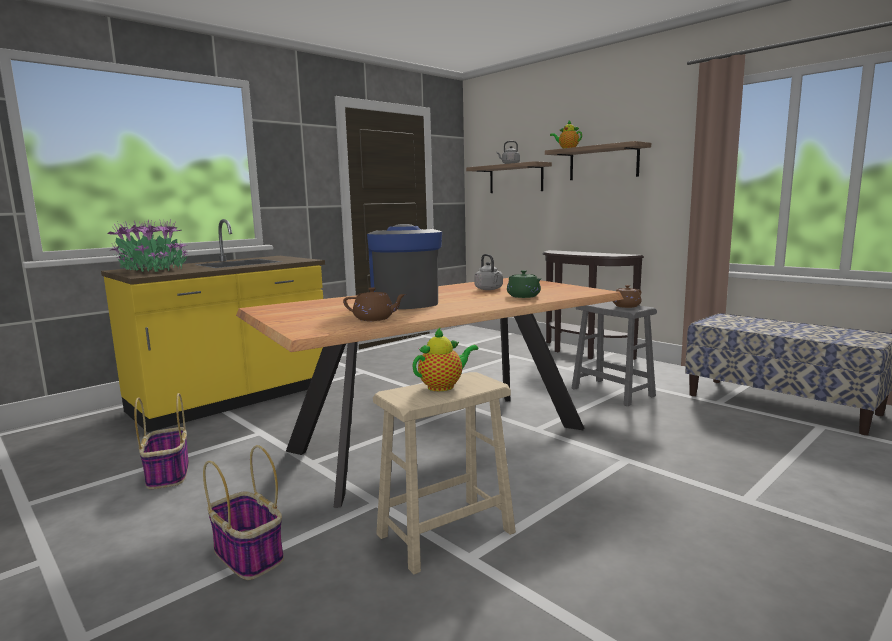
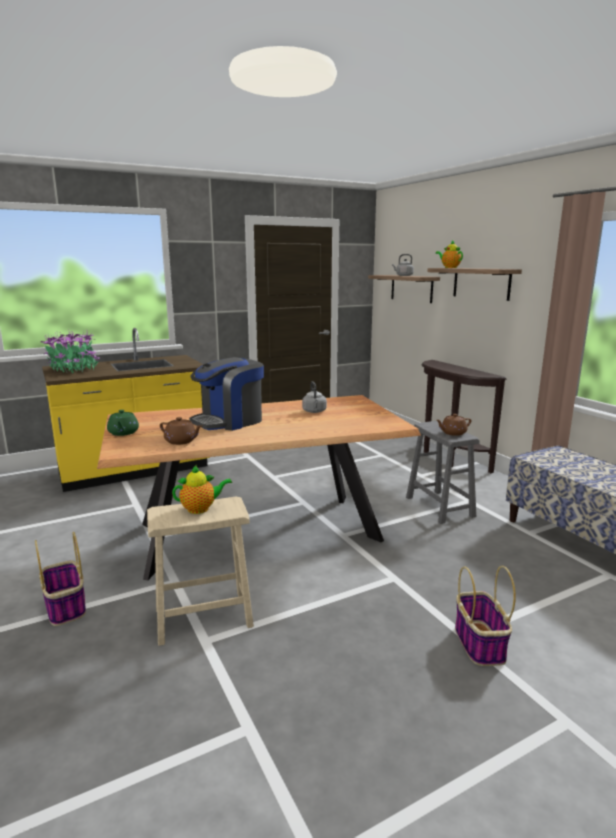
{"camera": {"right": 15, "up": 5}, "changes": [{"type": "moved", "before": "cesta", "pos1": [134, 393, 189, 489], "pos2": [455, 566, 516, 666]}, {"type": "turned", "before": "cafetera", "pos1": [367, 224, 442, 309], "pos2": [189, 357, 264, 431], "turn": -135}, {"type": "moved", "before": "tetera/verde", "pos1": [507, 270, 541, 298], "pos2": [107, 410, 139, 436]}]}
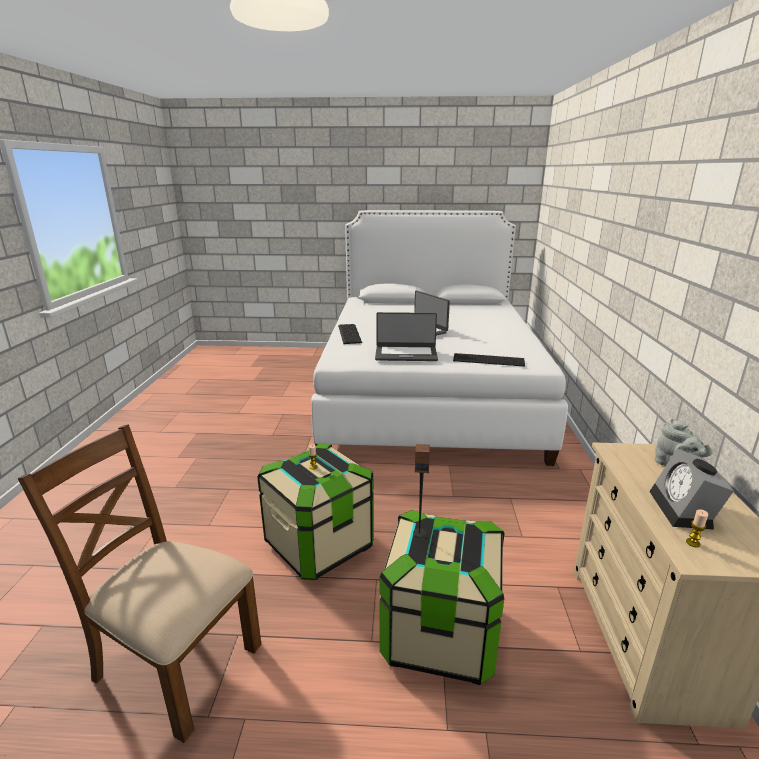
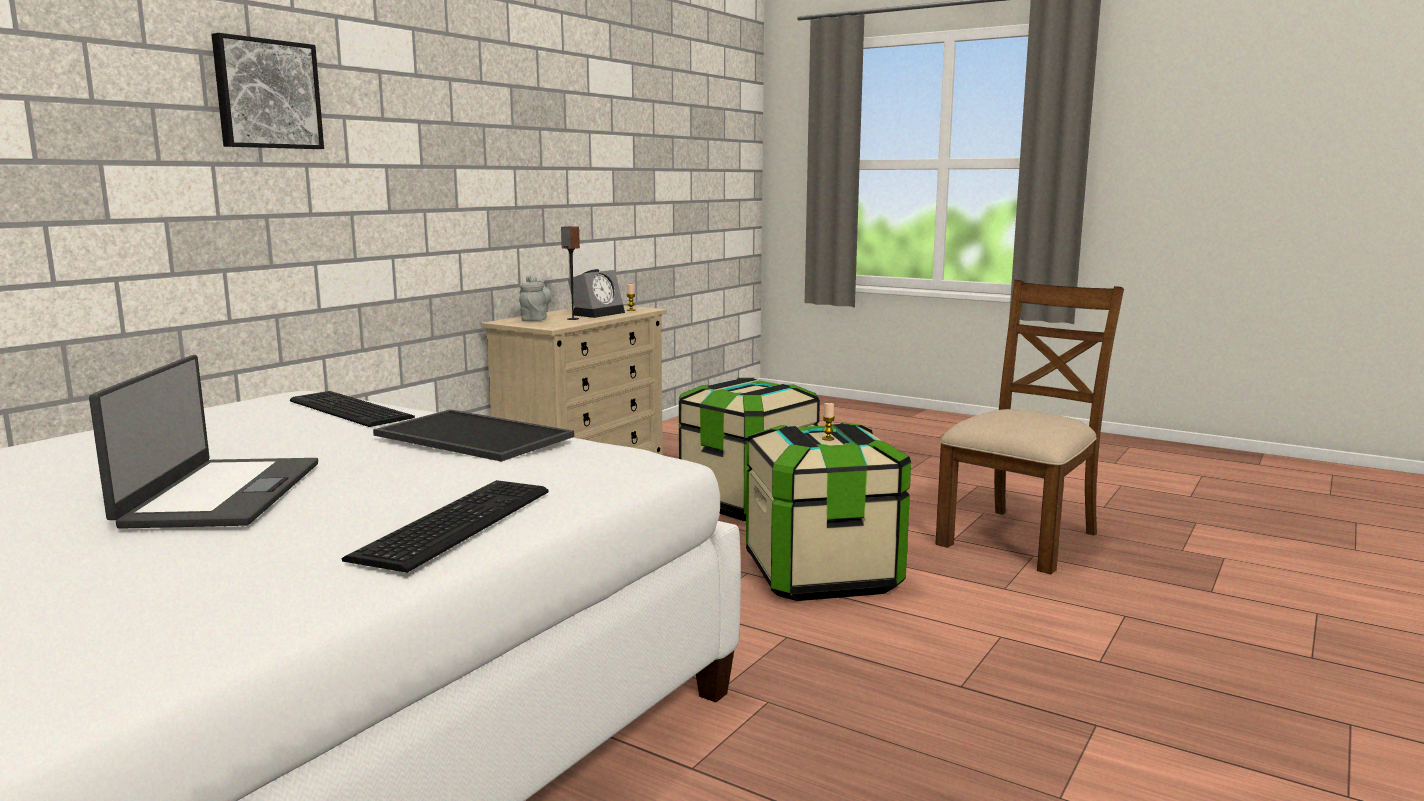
{"camera": {"right": -150, "up": -10}, "changes": [{"type": "turned", "before": "silla/marrón", "pos1": [18, 424, 261, 743], "pos2": [935, 280, 1124, 575], "turn": -105}, {"type": "replaced", "before": "portátil", "after": "bandeja", "pos1": [375, 312, 438, 361], "pos2": [373, 409, 574, 462]}, {"type": "moved", "before": "altavoz", "pos1": [413, 444, 430, 538], "pos2": [561, 226, 580, 320]}, {"type": "added", "after": "cuadro", "pos2": [211, 33, 324, 149]}]}
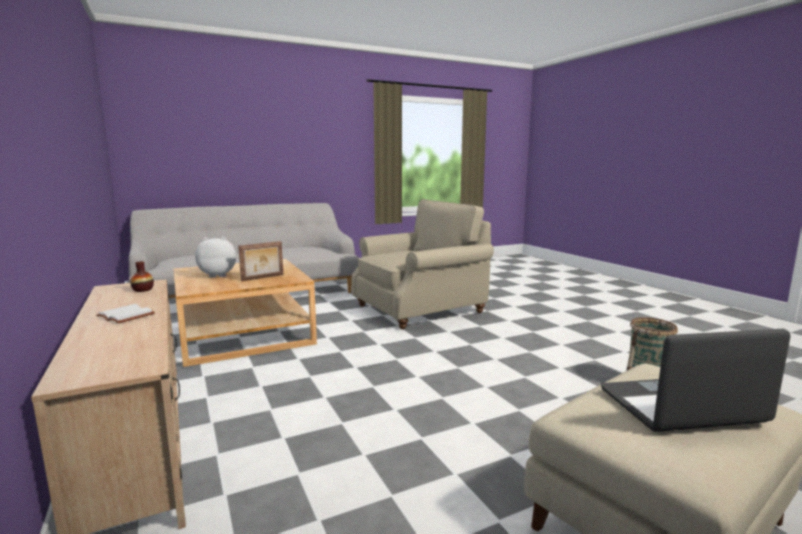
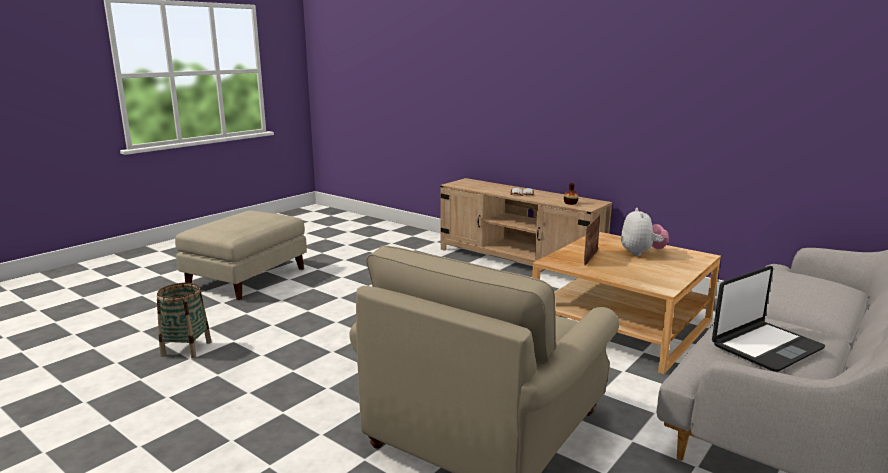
{"camera": {"right": 155, "up": 5}, "changes": [{"type": "turned", "before": "peluche", "pos1": [195, 236, 236, 278], "pos2": [621, 208, 669, 256], "turn": -45}, {"type": "moved", "before": "portátil", "pos1": [601, 329, 791, 432], "pos2": [712, 266, 825, 372]}]}
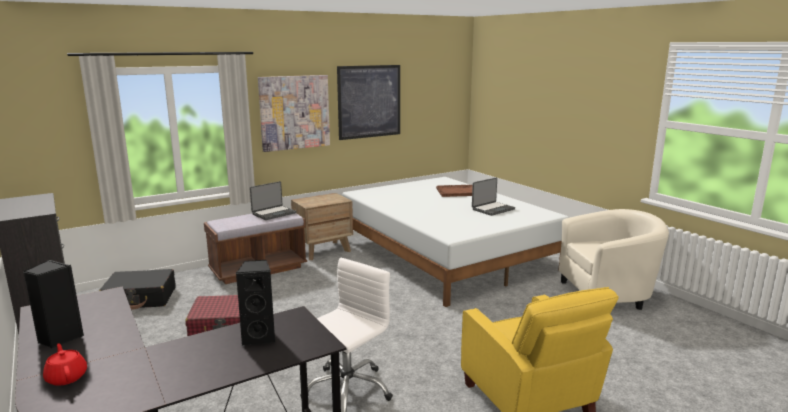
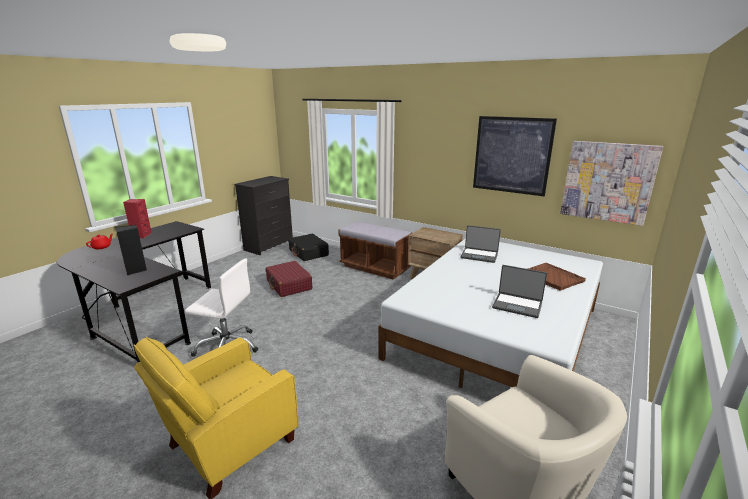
{"camera": {"right": 65, "up": 5}, "changes": [{"type": "recoloured", "before": "altavoz/negro", "after": "altavoz/rojo", "pos1": [23, 260, 84, 348], "pos2": [123, 199, 152, 238]}, {"type": "moved", "before": "portátil", "pos1": [250, 181, 296, 220], "pos2": [461, 225, 501, 263]}, {"type": "moved", "before": "cuadro", "pos1": [258, 75, 330, 152], "pos2": [560, 141, 663, 226]}]}
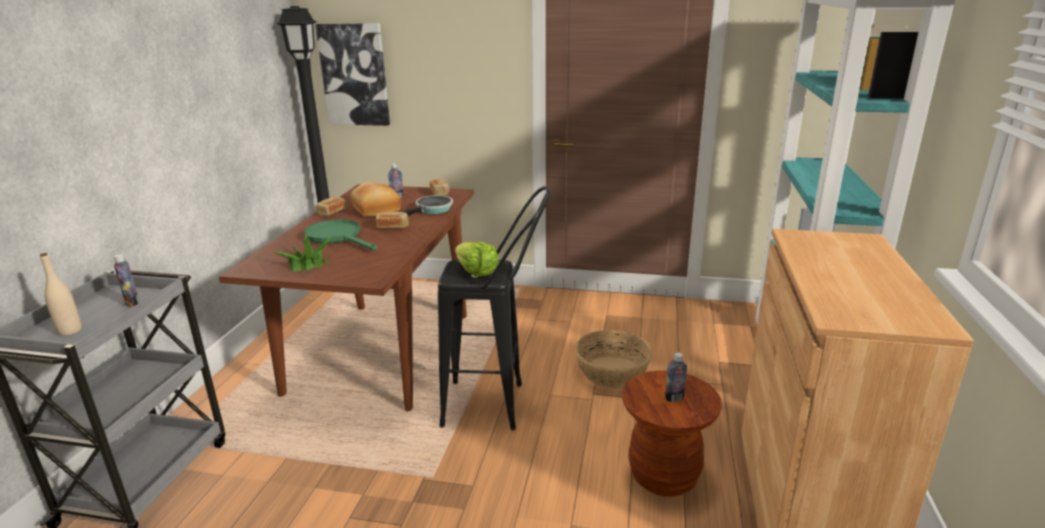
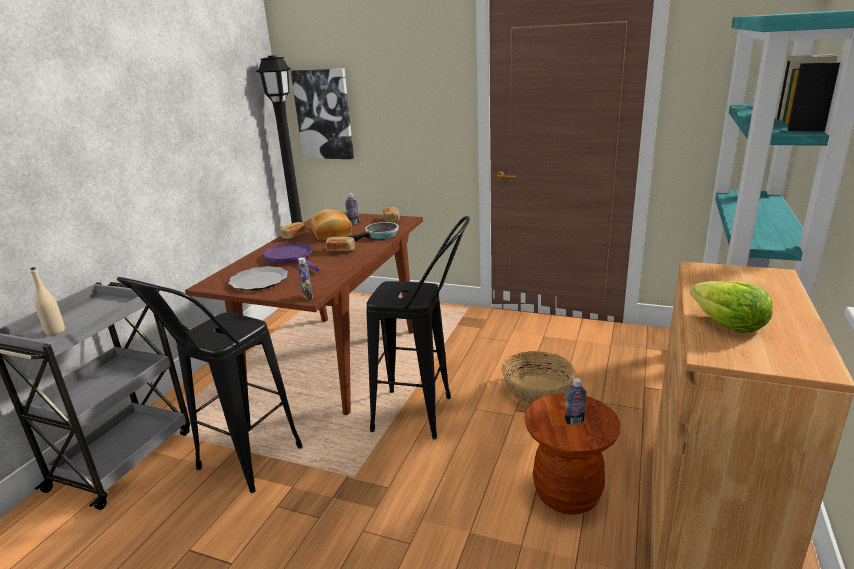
{"camera": {"right": 10, "up": 0}, "changes": [{"type": "moved", "before": "botella", "pos1": [114, 254, 139, 307], "pos2": [297, 257, 313, 301]}, {"type": "replaced", "before": "planta en maceta", "after": "plato", "pos1": [271, 232, 336, 272], "pos2": [228, 266, 288, 291]}, {"type": "recoloured", "before": "sartén/verde", "after": "sartén/morado", "pos1": [304, 220, 377, 251], "pos2": [264, 243, 320, 271]}, {"type": "moved", "before": "lechuga", "pos1": [455, 242, 499, 277], "pos2": [690, 281, 773, 333]}, {"type": "added", "after": "taburete/negro", "pos2": [117, 277, 303, 493]}]}
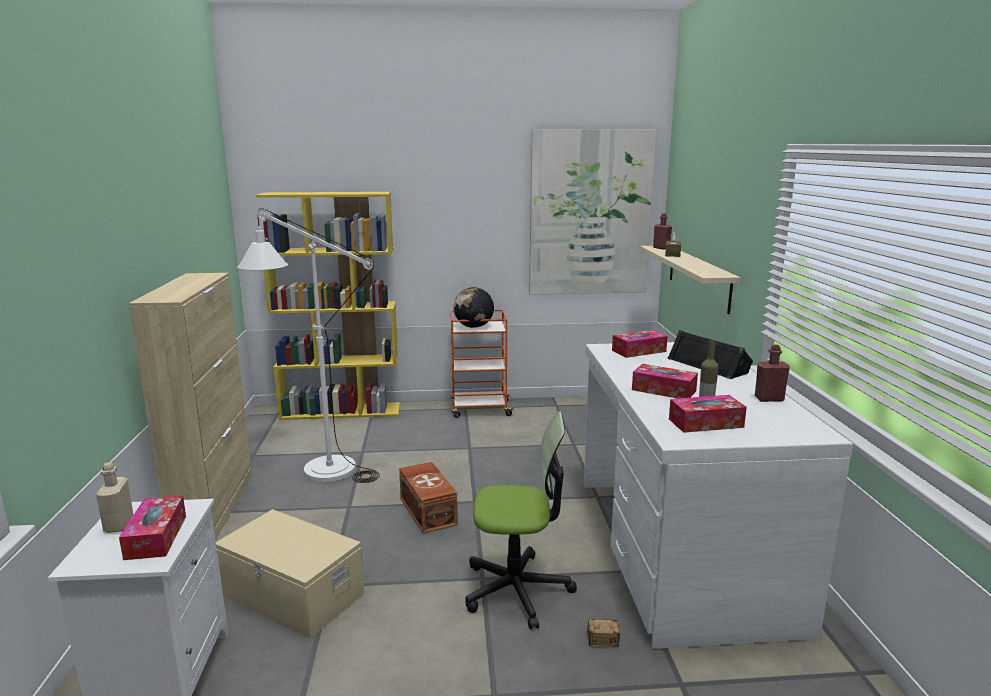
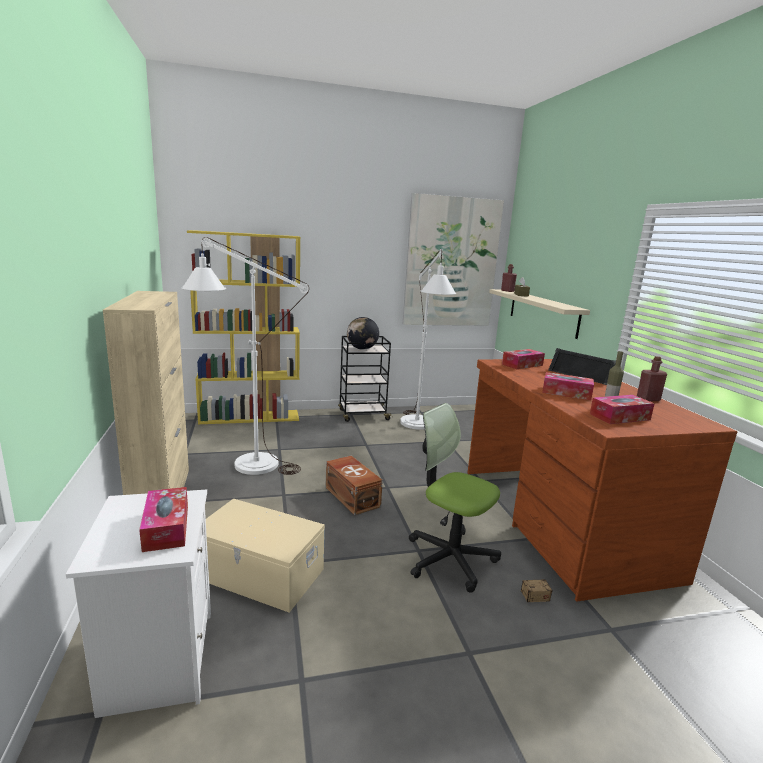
{"camera": {"right": -10, "up": 0}, "changes": [{"type": "removed", "before": "botella/beis", "pos1": [96, 462, 134, 533]}, {"type": "recoloured", "before": "carrito/naranja", "after": "carrito/negro", "pos1": [451, 309, 515, 418], "pos2": [338, 336, 392, 422]}, {"type": "turned", "before": "silla de oficina", "pos1": [465, 412, 577, 630], "pos2": [409, 403, 501, 593], "turn": -135}, {"type": "recoloured", "before": "escritorio/blanco", "after": "escritorio/marrón", "pos1": [584, 342, 853, 649], "pos2": [468, 359, 737, 601]}, {"type": "added", "after": "lámpara de pie/blanco", "pos2": [400, 249, 456, 430]}]}
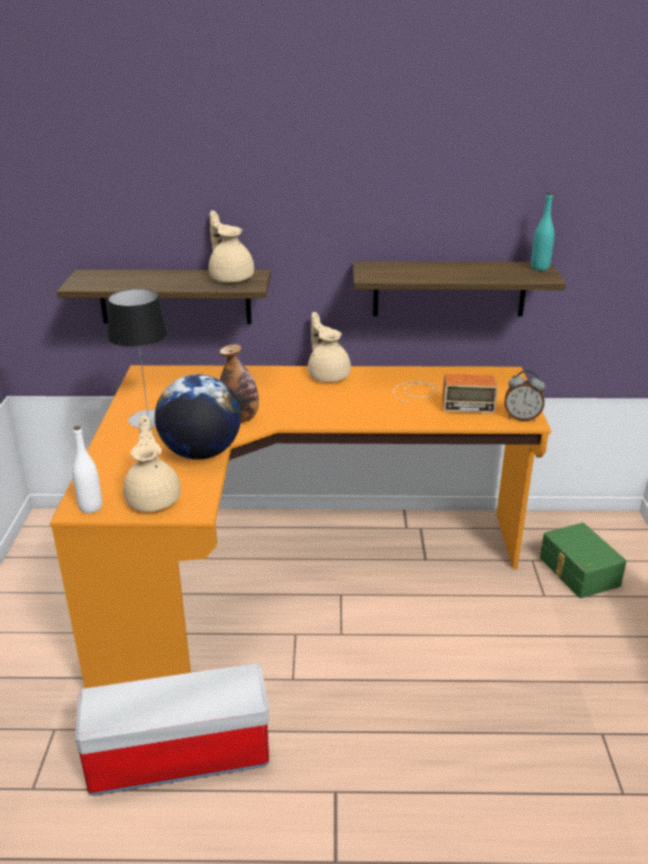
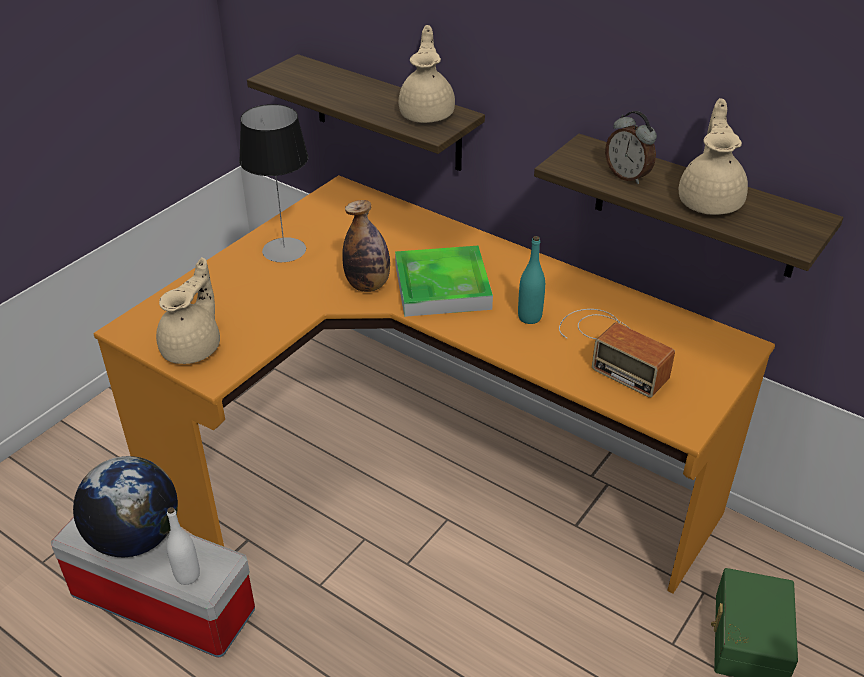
{"camera": {"right": 35, "up": 10}, "changes": [{"type": "moved", "before": "botella/blanco", "pos1": [72, 426, 102, 513], "pos2": [167, 507, 200, 585]}, {"type": "moved", "before": "globo terráqueo", "pos1": [155, 374, 241, 460], "pos2": [73, 456, 178, 557]}, {"type": "moved", "before": "tetera/beis", "pos1": [308, 312, 351, 382], "pos2": [679, 98, 748, 215]}, {"type": "moved", "before": "despertador", "pos1": [504, 370, 545, 421], "pos2": [605, 111, 657, 184]}, {"type": "moved", "before": "botella/turquesa", "pos1": [531, 193, 554, 271], "pos2": [518, 236, 545, 324]}, {"type": "added", "after": "bandeja", "pos2": [395, 246, 493, 317]}]}
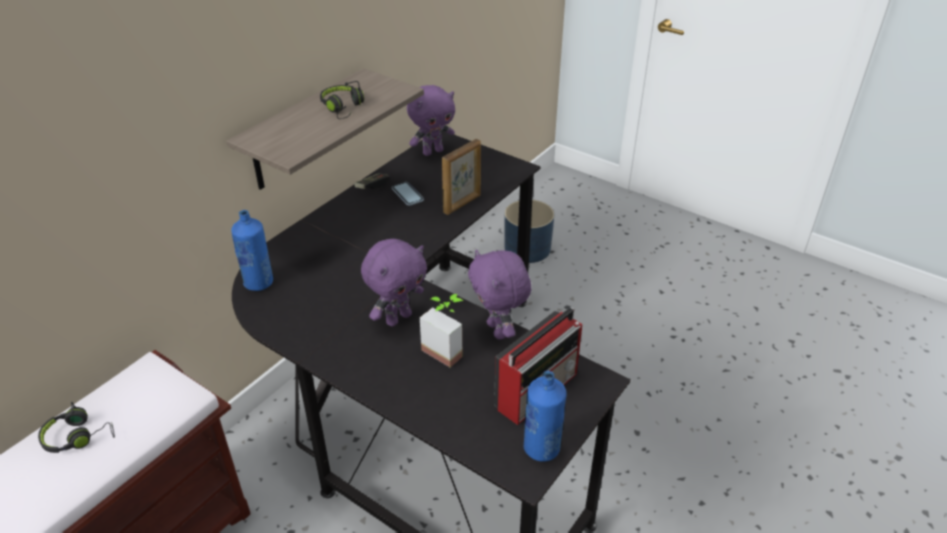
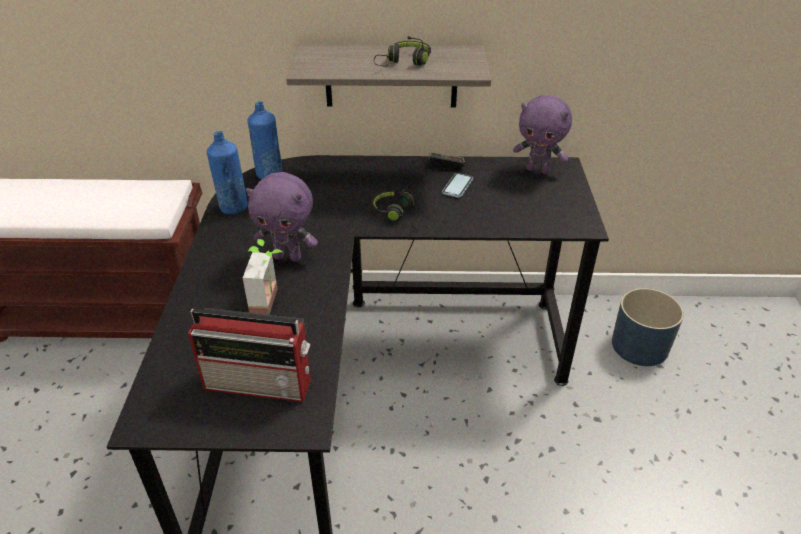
{"camera": {"right": 55, "up": 0}, "changes": [{"type": "moved", "before": "auriculares/negro", "pos1": [38, 402, 115, 453], "pos2": [372, 186, 420, 228]}, {"type": "removed", "before": "portarretratos", "pos1": [442, 139, 481, 215]}, {"type": "removed", "before": "peluche/morado", "pos1": [468, 249, 531, 340]}, {"type": "moved", "before": "botella/azul", "pos1": [524, 371, 567, 462], "pos2": [207, 131, 248, 214]}]}
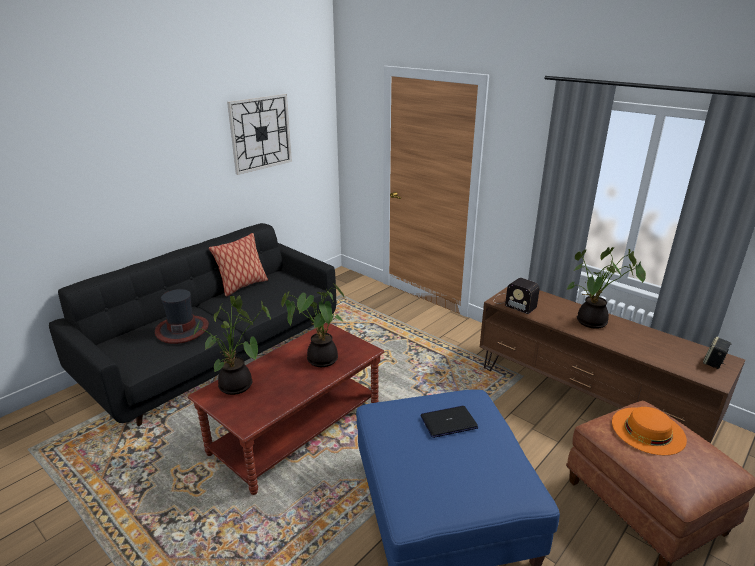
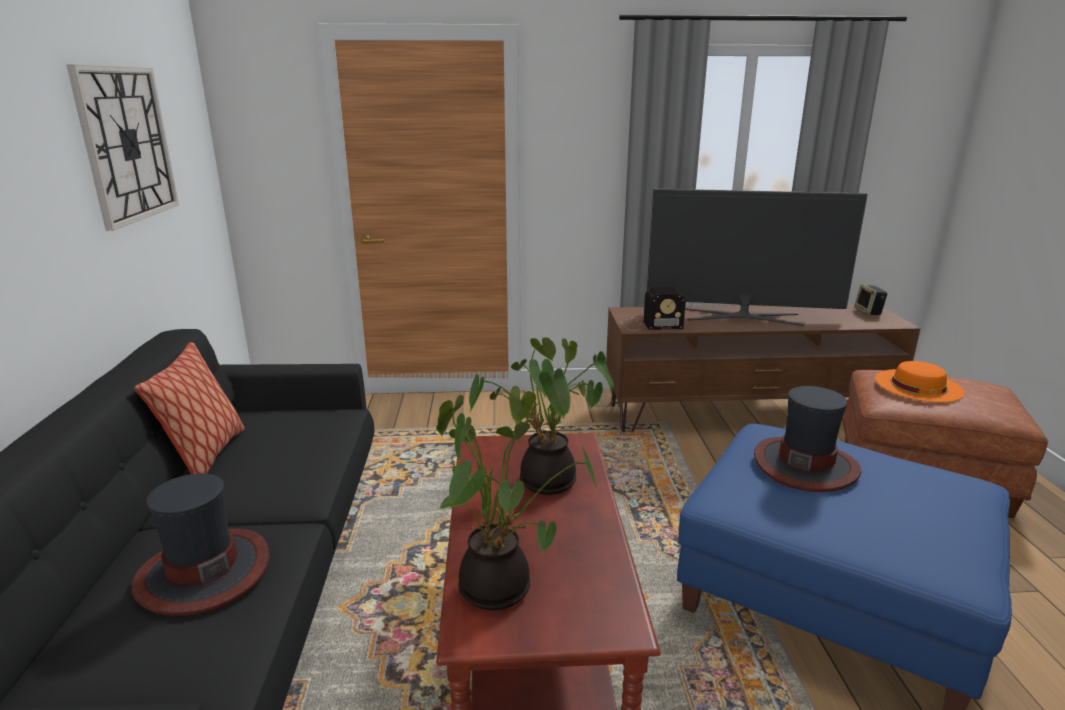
{"camera": {"right": -45, "up": -5}, "changes": [{"type": "replaced", "before": "portátil", "after": "sombrero", "pos1": [421, 406, 478, 438], "pos2": [754, 386, 861, 492]}, {"type": "replaced", "before": "planta en maceta", "after": "televisor", "pos1": [567, 247, 646, 329], "pos2": [647, 189, 868, 326]}]}
